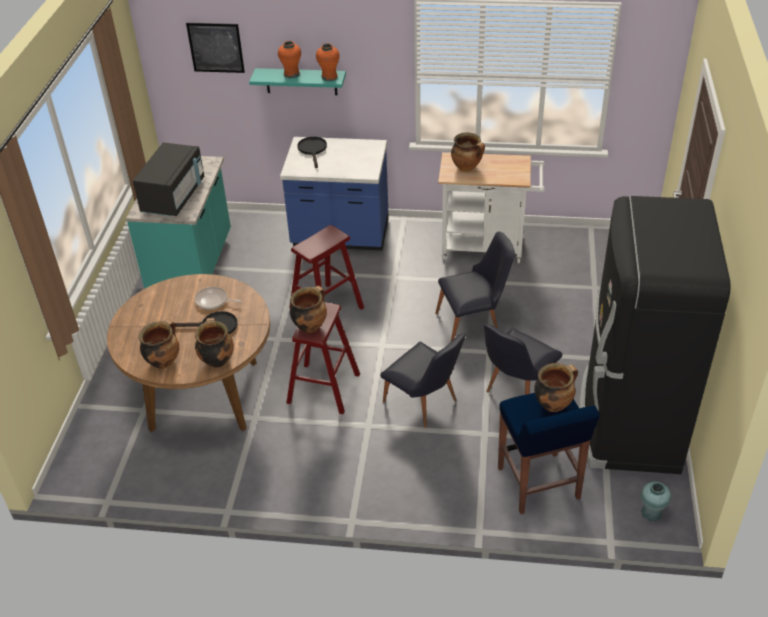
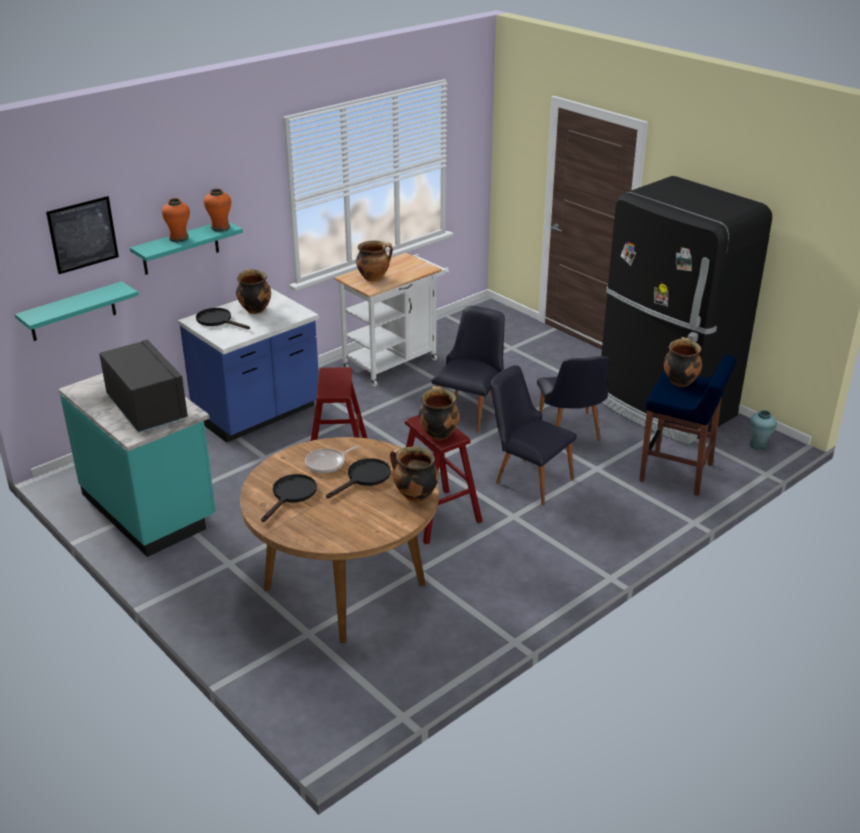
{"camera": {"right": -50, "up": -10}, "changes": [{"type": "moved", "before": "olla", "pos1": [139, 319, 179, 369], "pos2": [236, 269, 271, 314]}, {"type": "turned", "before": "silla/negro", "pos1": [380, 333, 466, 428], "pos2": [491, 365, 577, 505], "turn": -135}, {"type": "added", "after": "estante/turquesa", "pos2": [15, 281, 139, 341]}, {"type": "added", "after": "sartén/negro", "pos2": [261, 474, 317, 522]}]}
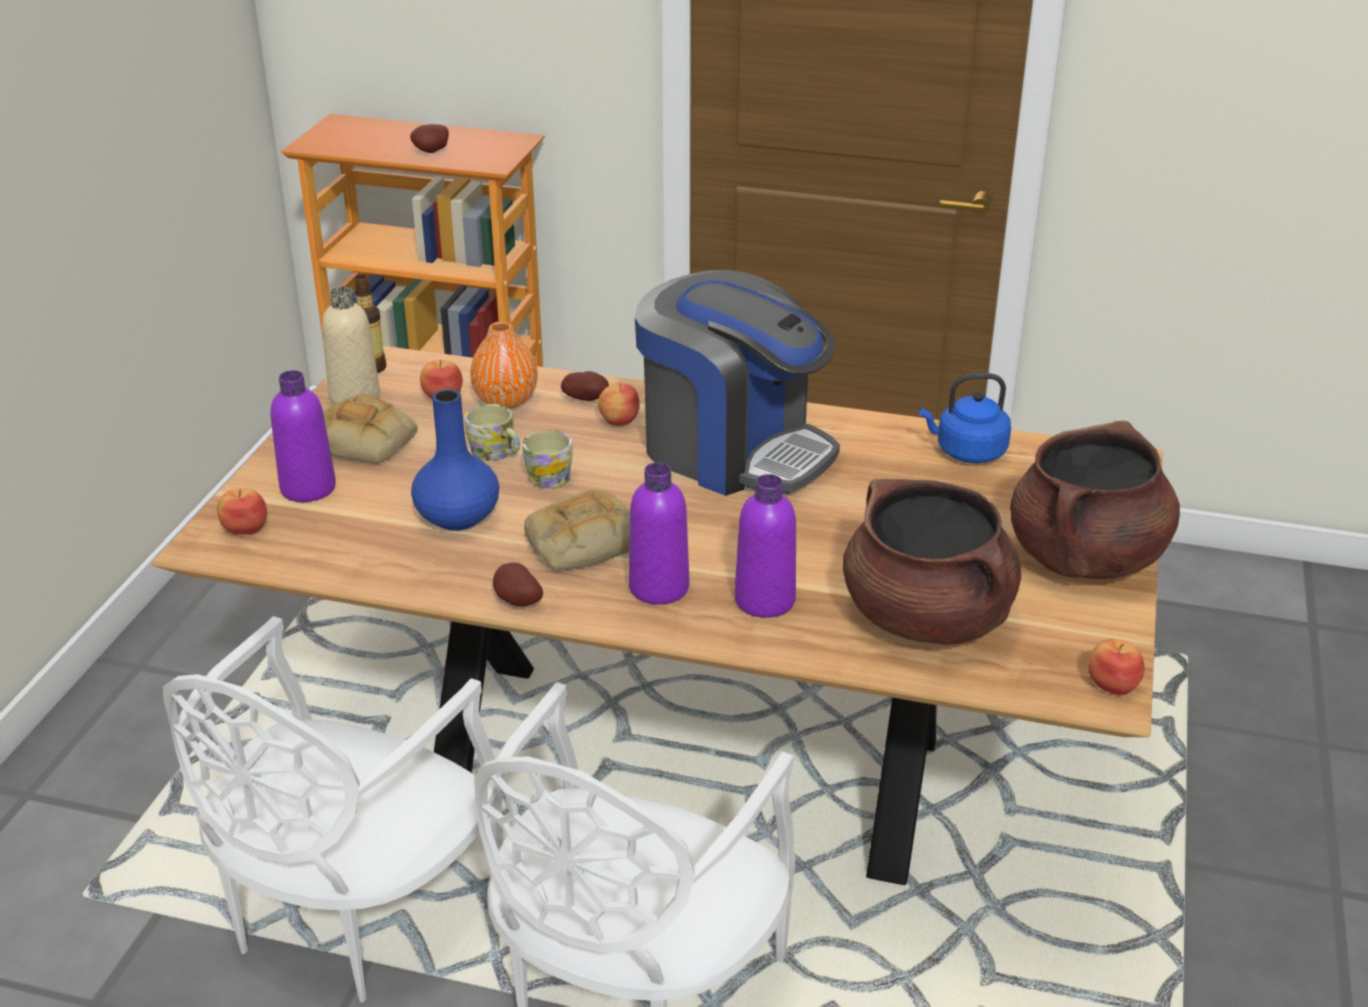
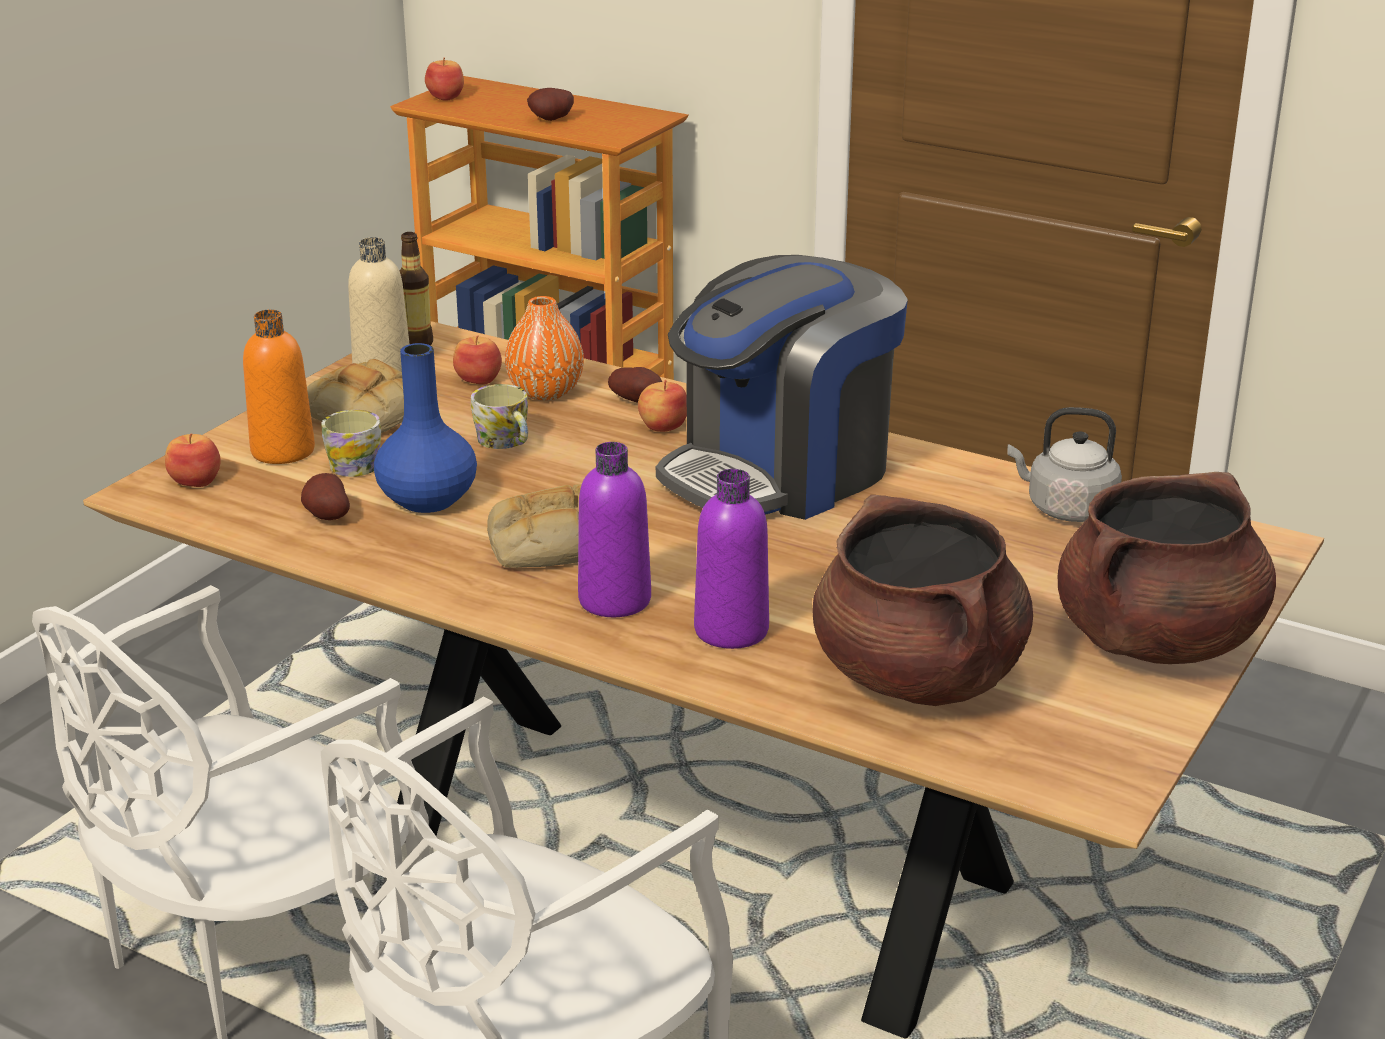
{"camera": {"right": 15, "up": -5}, "changes": [{"type": "recoloured", "before": "botella/morado", "after": "botella/naranja", "pos1": [271, 370, 336, 502], "pos2": [243, 310, 315, 464]}, {"type": "moved", "before": "patata", "pos1": [493, 563, 543, 607], "pos2": [301, 473, 350, 520]}, {"type": "moved", "before": "taza grande", "pos1": [523, 430, 573, 489], "pos2": [322, 410, 381, 477]}, {"type": "turned", "before": "cafetera", "pos1": [635, 270, 840, 496], "pos2": [656, 255, 908, 520], "turn": 90}, {"type": "recoloured", "before": "hervidor/azul", "after": "hervidor/gris", "pos1": [919, 373, 1011, 463], "pos2": [1007, 407, 1122, 522]}, {"type": "moved", "before": "manzana", "pos1": [1088, 639, 1145, 695], "pos2": [425, 58, 464, 101]}]}
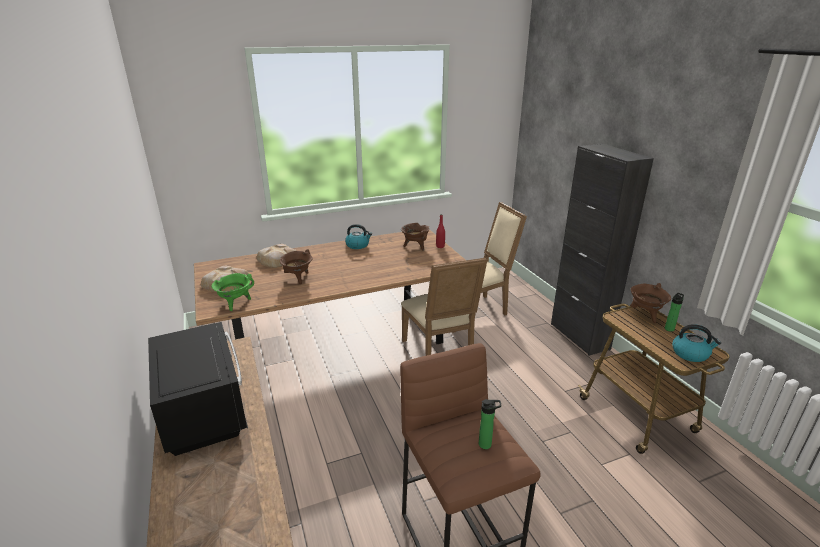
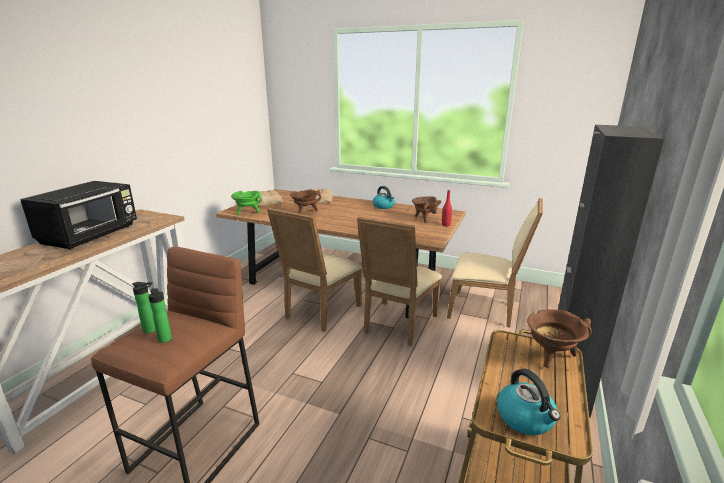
{"camera": {"right": 45, "up": -5}, "changes": [{"type": "moved", "before": "botella", "pos1": [665, 293, 684, 332], "pos2": [132, 282, 156, 334]}, {"type": "added", "after": "silla/beis", "pos2": [267, 208, 362, 332]}]}
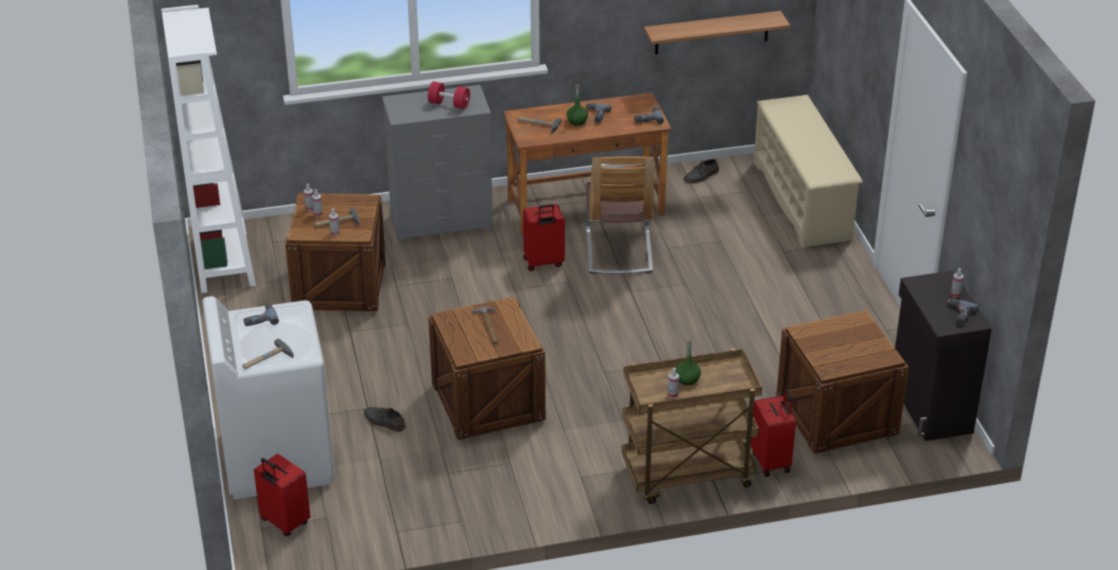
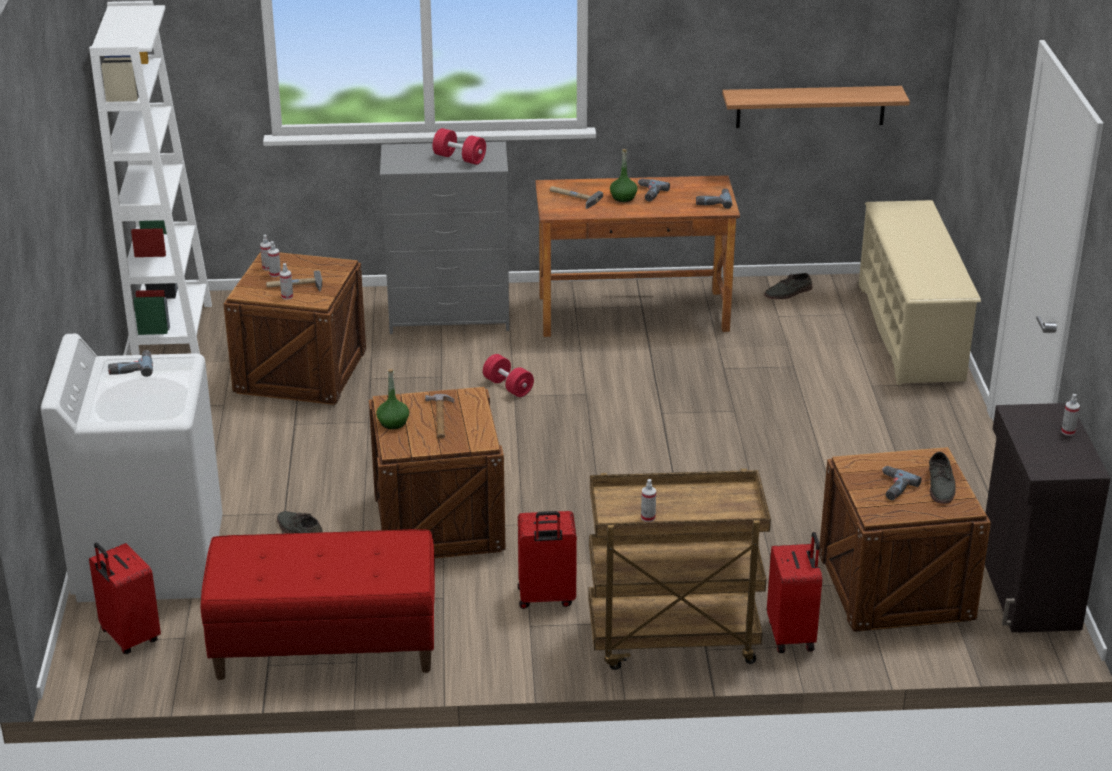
{"camera": {"right": 10, "up": -5}, "changes": [{"type": "removed", "before": "martillo", "pos1": [242, 339, 294, 369]}, {"type": "moved", "before": "maleta/rojo", "pos1": [523, 204, 565, 271], "pos2": [518, 511, 577, 609]}, {"type": "removed", "before": "silla", "pos1": [586, 156, 655, 274]}, {"type": "moved", "before": "botella/verde", "pos1": [676, 339, 701, 385], "pos2": [376, 369, 409, 429]}, {"type": "moved", "before": "taladro", "pos1": [948, 298, 978, 325], "pos2": [882, 466, 922, 500]}, {"type": "added", "after": "banco/rojo", "pos2": [201, 529, 435, 680]}, {"type": "added", "after": "mancuerna/rojo", "pos2": [483, 354, 534, 397]}, {"type": "added", "after": "zapato/gris", "pos2": [929, 452, 956, 504]}]}
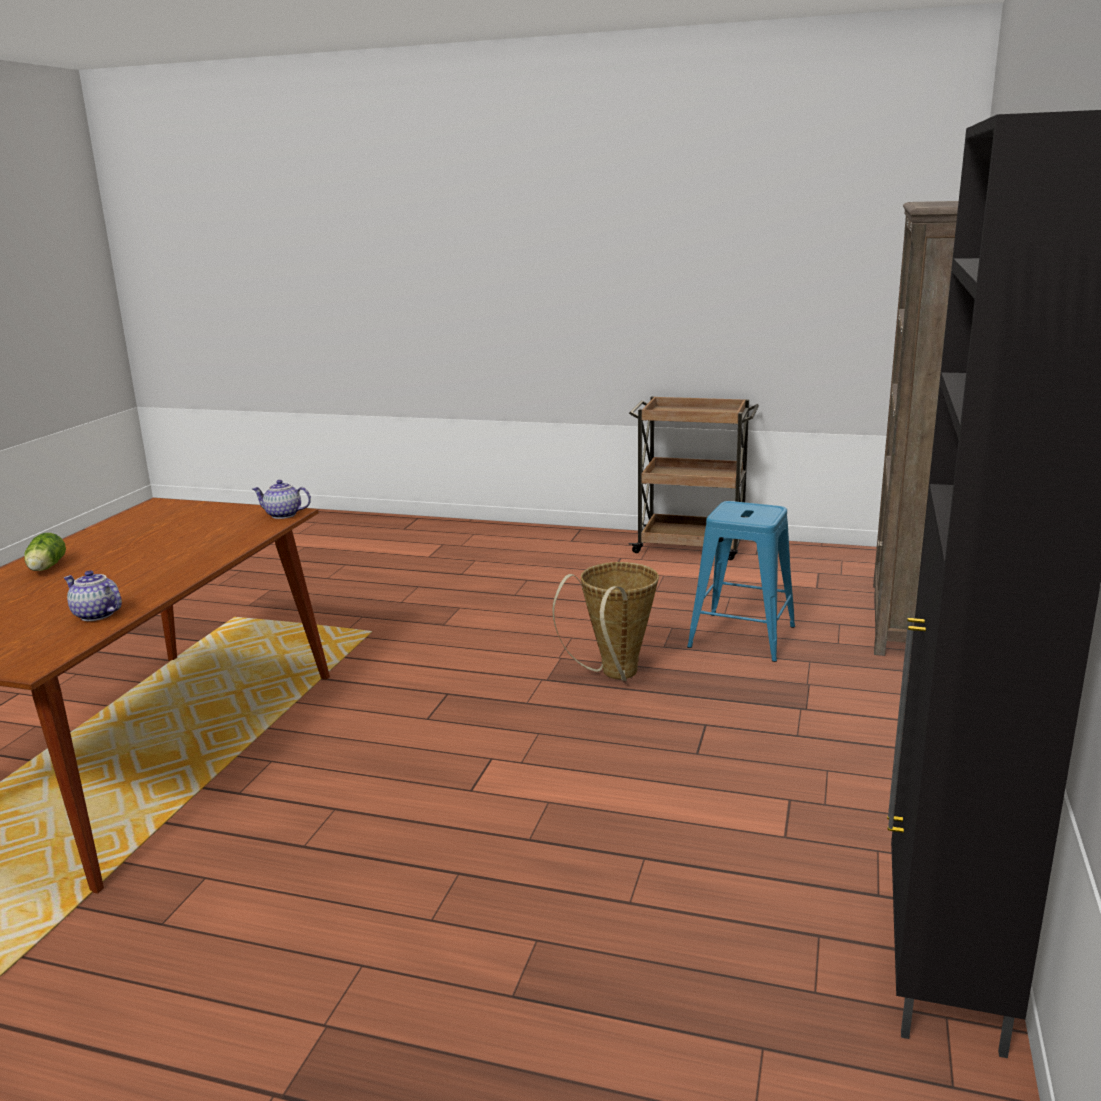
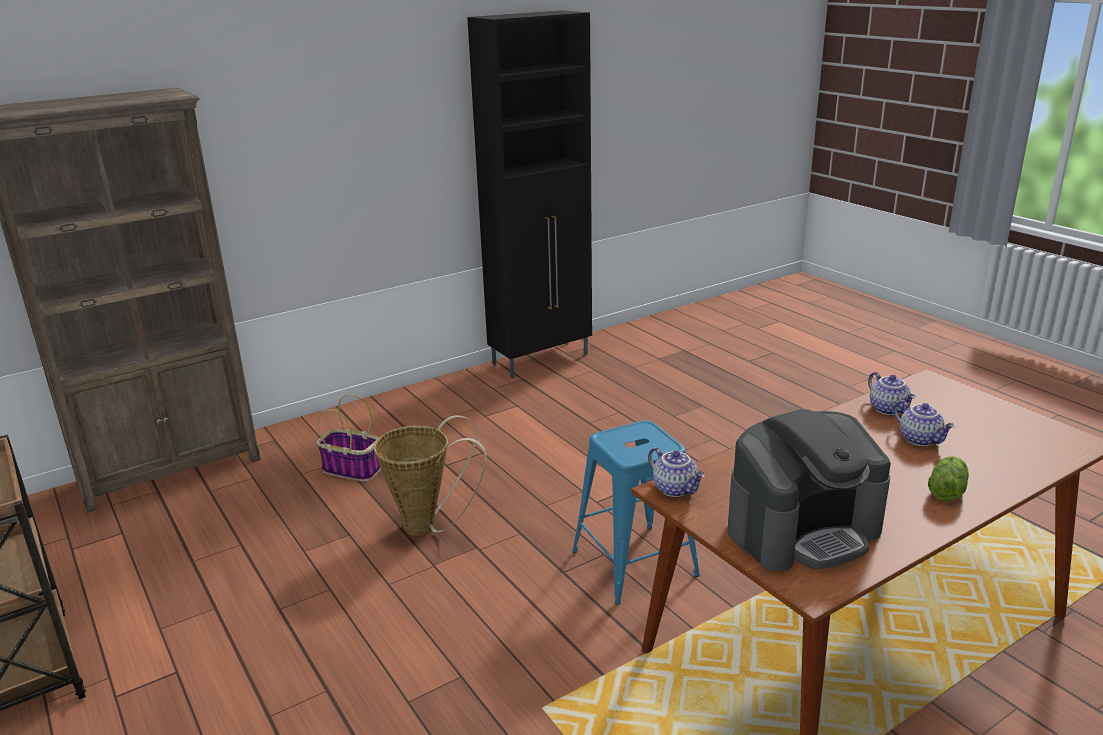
{"camera": {"right": -140, "up": 5}, "changes": [{"type": "moved", "before": "taburete/azul", "pos1": [687, 501, 795, 662], "pos2": [572, 420, 700, 605]}, {"type": "added", "after": "cesta", "pos2": [317, 394, 381, 481]}, {"type": "added", "after": "cafetera", "pos2": [727, 409, 891, 572]}, {"type": "added", "after": "tetera", "pos2": [894, 400, 955, 446]}]}
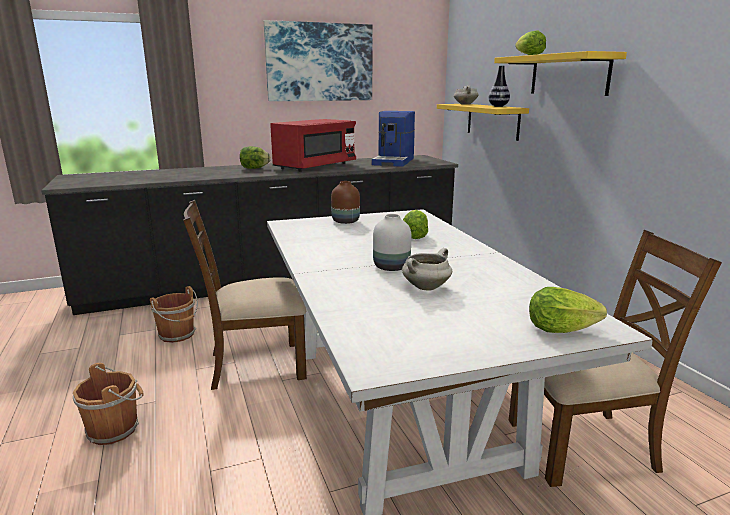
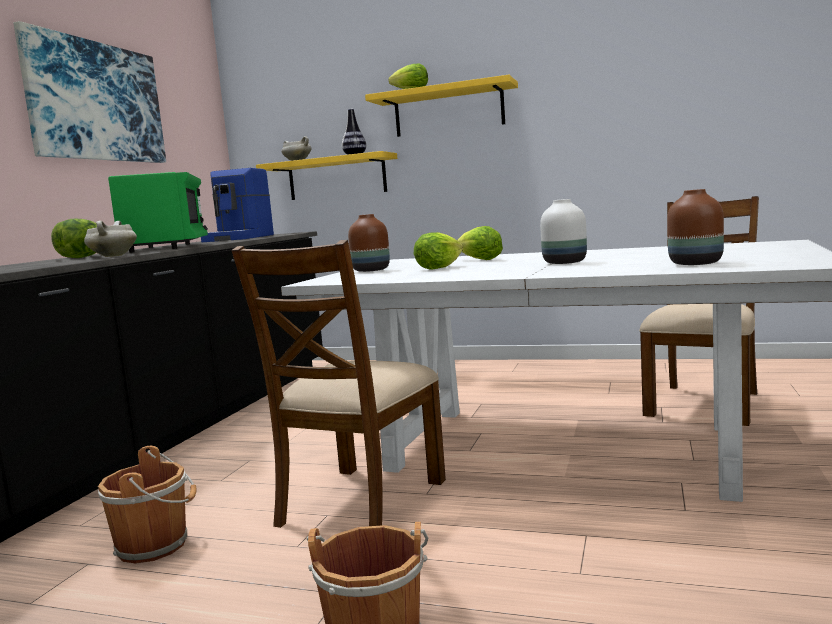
{"camera": {"right": -50, "up": -10}, "changes": [{"type": "recoloured", "before": "microondas/rojo", "after": "microondas/verde", "pos1": [270, 119, 356, 172], "pos2": [108, 172, 208, 253]}, {"type": "turned", "before": "cafetera", "pos1": [372, 111, 415, 167], "pos2": [201, 168, 274, 242], "turn": 45}, {"type": "moved", "before": "olla/blanco", "pos1": [402, 248, 452, 291], "pos2": [84, 221, 137, 257]}, {"type": "moved", "before": "lechuga", "pos1": [529, 287, 607, 333], "pos2": [414, 232, 463, 270]}, {"type": "added", "after": "florero/marrón", "pos2": [667, 189, 724, 265]}]}
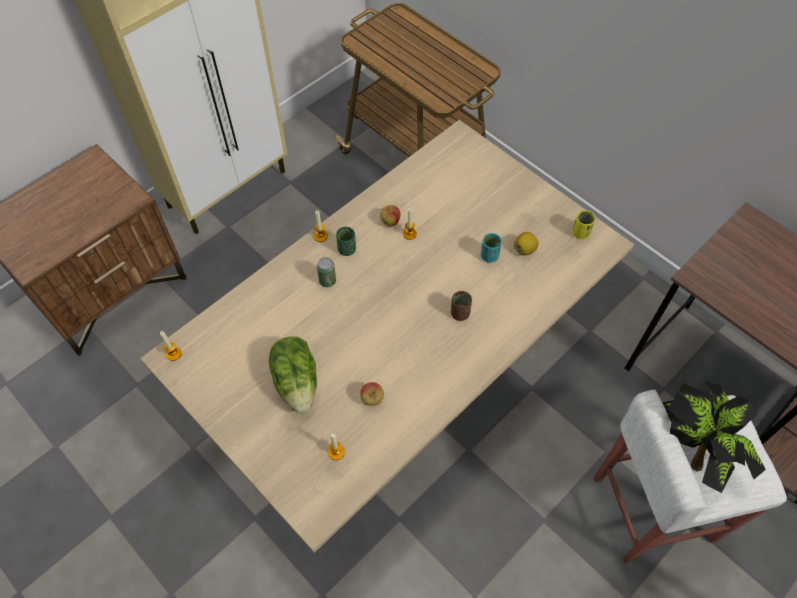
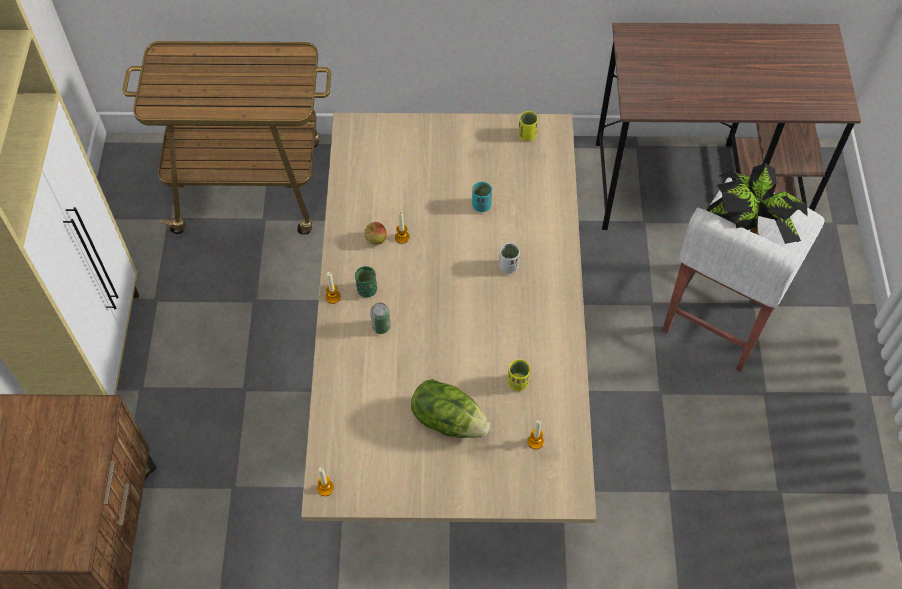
{"camera": {"right": -45, "up": 0}, "changes": [{"type": "replaced", "before": "manzana", "after": "taza/amarillo", "pos1": [360, 382, 384, 406], "pos2": [508, 359, 530, 391]}, {"type": "recoloured", "before": "taza/marrón", "after": "taza/blanco", "pos1": [451, 291, 472, 321], "pos2": [499, 243, 520, 274]}, {"type": "removed", "before": "limón", "pos1": [514, 232, 539, 256]}]}
